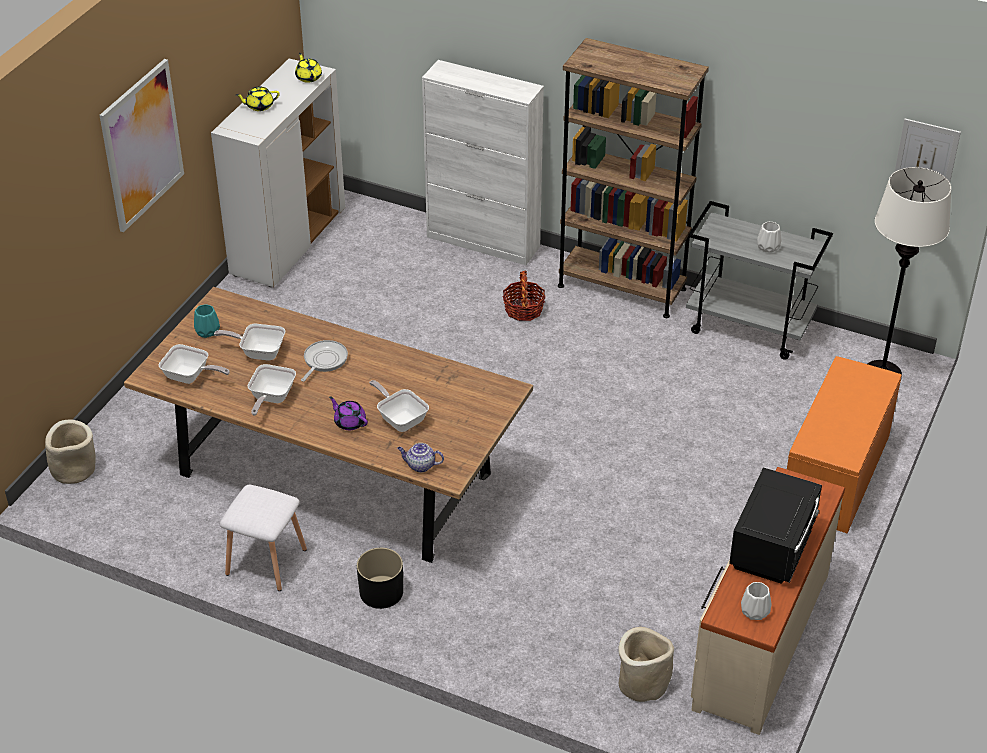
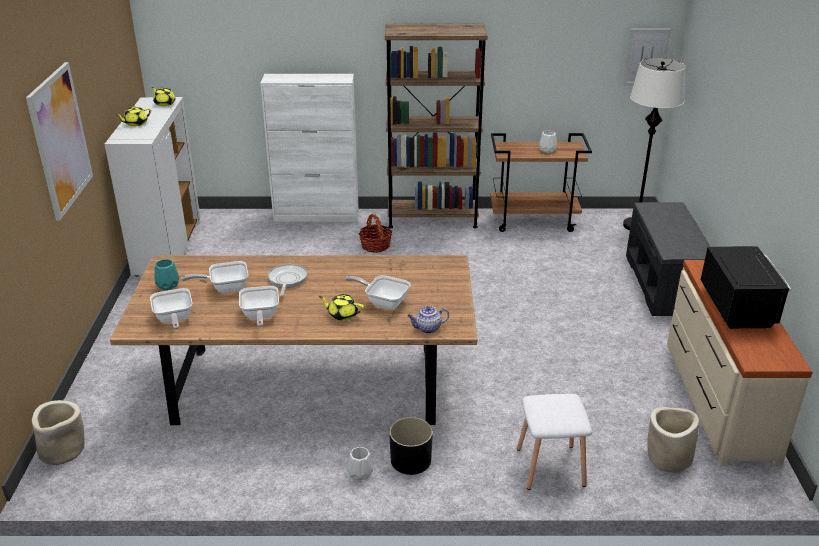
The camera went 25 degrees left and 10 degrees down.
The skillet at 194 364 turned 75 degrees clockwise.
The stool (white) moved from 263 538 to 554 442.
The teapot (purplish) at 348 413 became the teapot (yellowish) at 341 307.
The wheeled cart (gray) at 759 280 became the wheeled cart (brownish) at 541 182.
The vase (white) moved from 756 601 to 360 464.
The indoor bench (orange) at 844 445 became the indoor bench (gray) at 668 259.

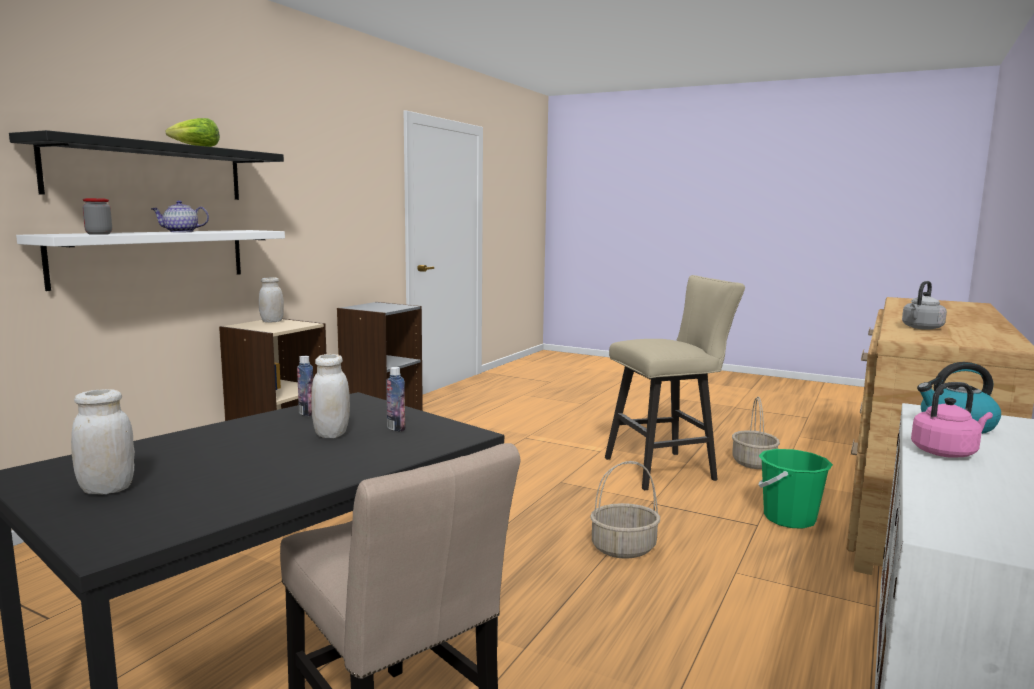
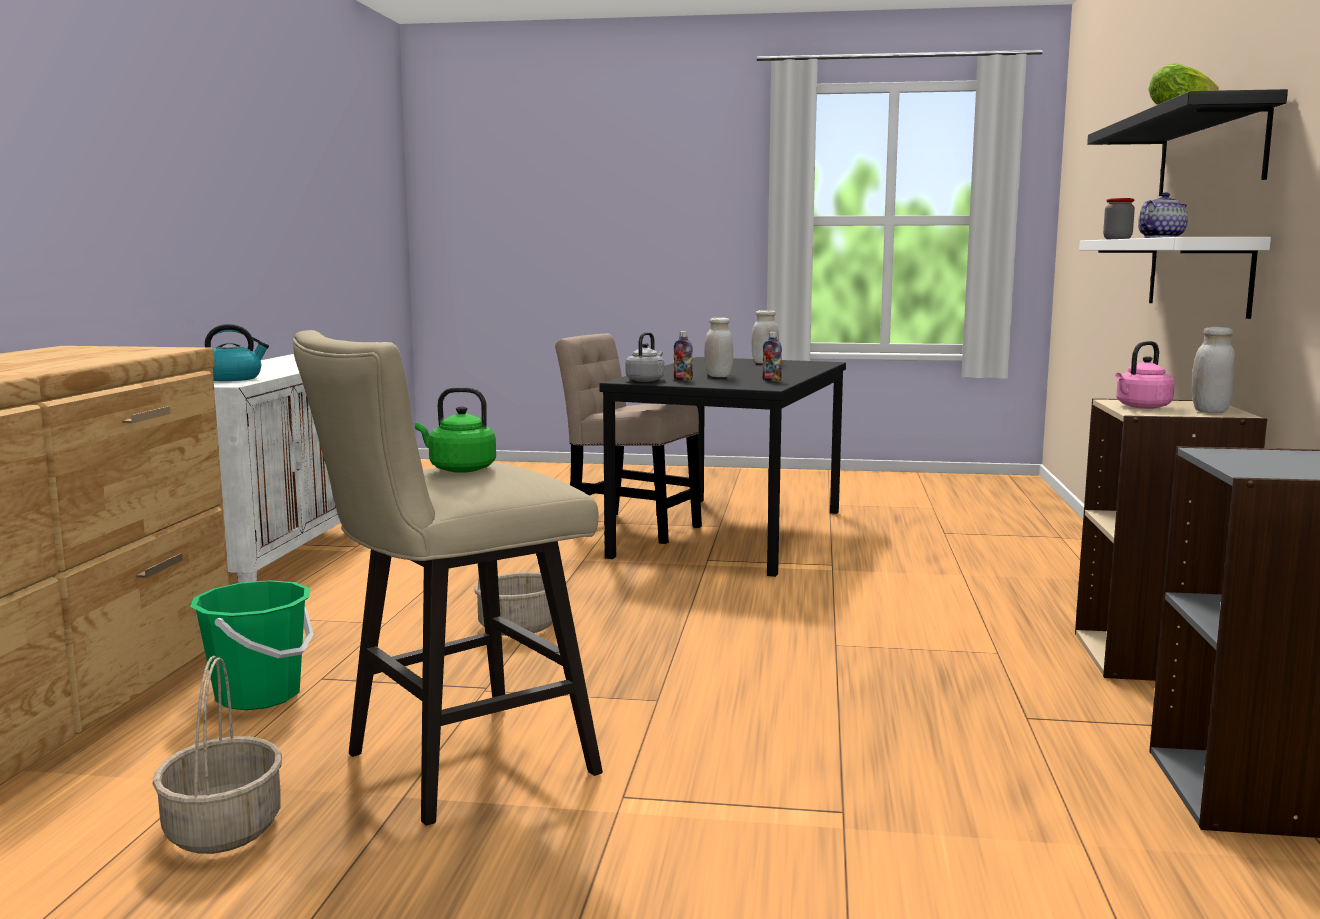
The camera went 160 degrees right and 0 degrees up.
The water kettle (gray) moved from 924 305 to 645 357.
The water kettle (pinkish) moved from 952 419 to 1145 375.
The water kettle (green) at 455 430 appeared.

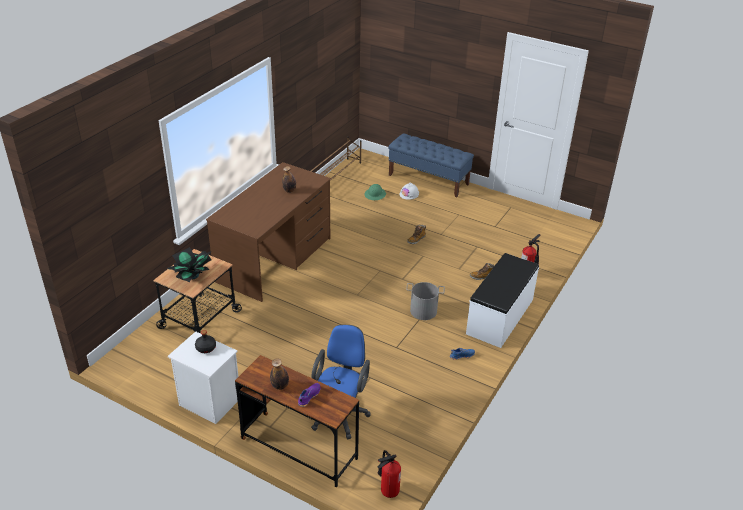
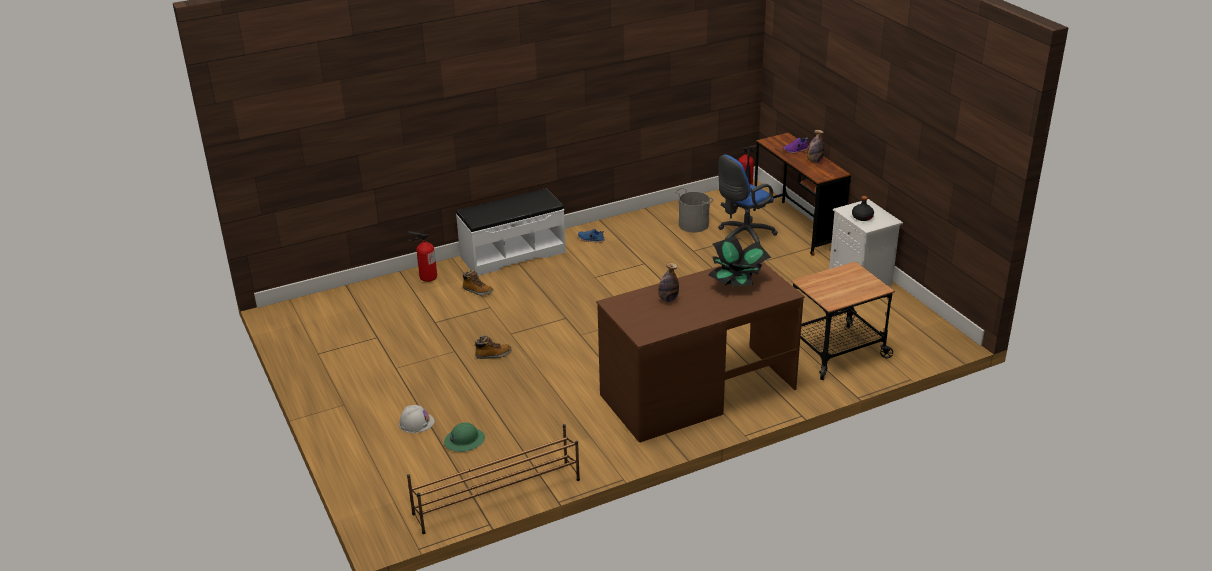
The camera went 145 degrees left and 5 degrees down.
The potted plant moved from 190 264 to 739 261.
The indoor bench (blue-coloured) at 431 165 disappeared.
The water bucket (gray) moved from 425 301 to 694 210.

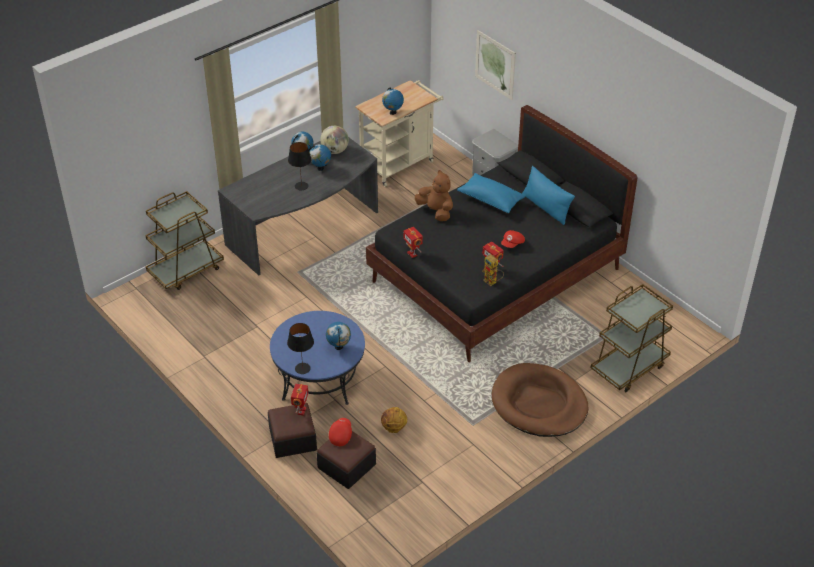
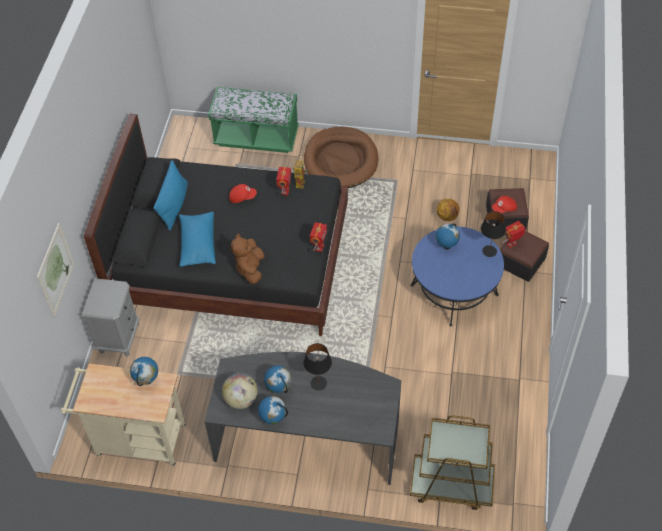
The camera went 130 degrees left and 10 degrees up.
The wheeled cart (brownish) at 631 338 was replaced by the indoor bench (green) at 253 120.

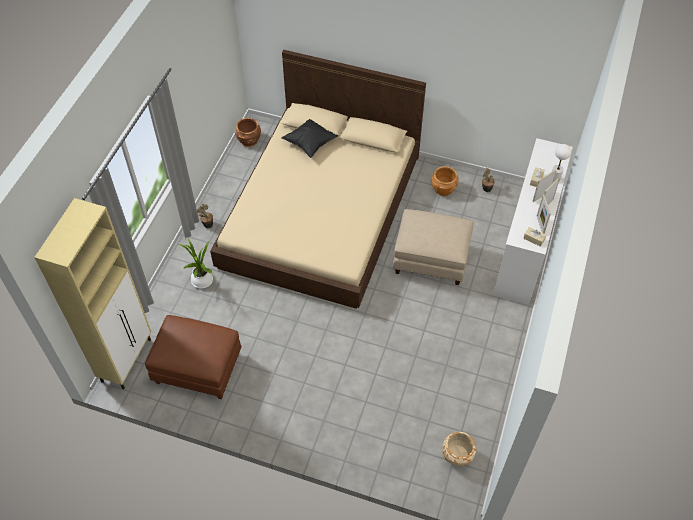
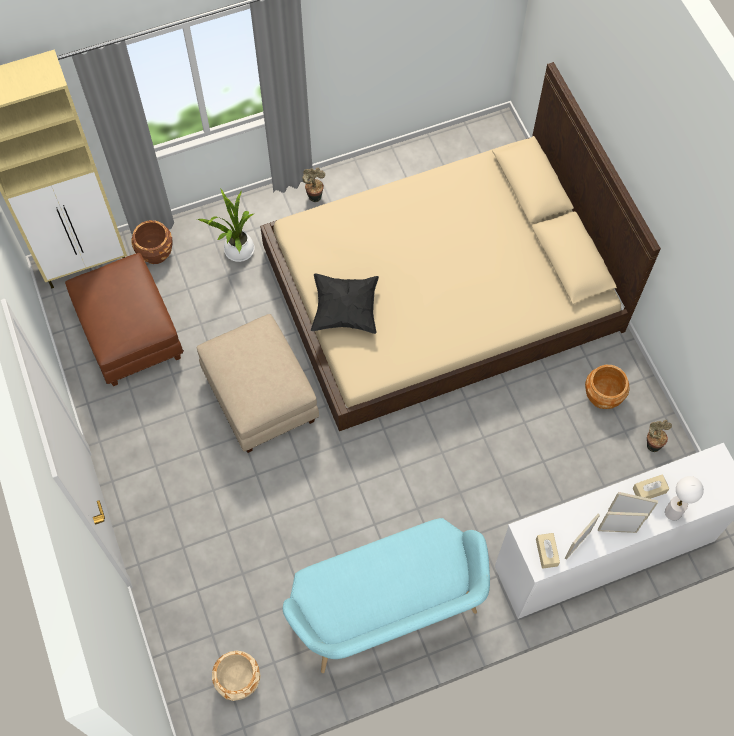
The camera went 50 degrees right and 10 degrees up.
The plant pot (brownish) moved from 248 132 to 151 242.
The pillow (black-coloured) moved from 310 138 to 345 304.
The footrest (beige-coloured) moved from 433 247 to 257 383.
The indoor bench (blue-green) at 386 595 appeared.

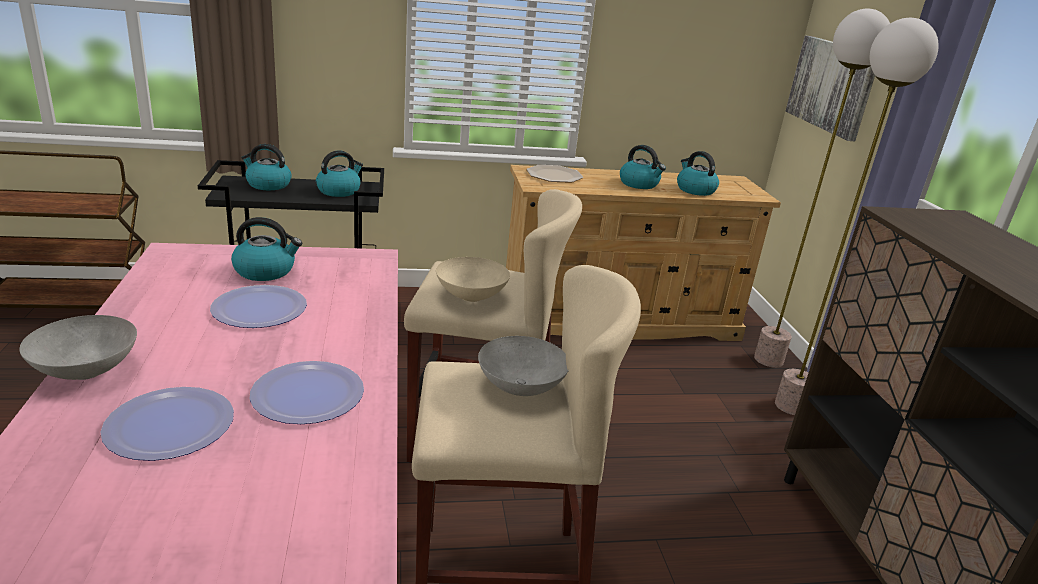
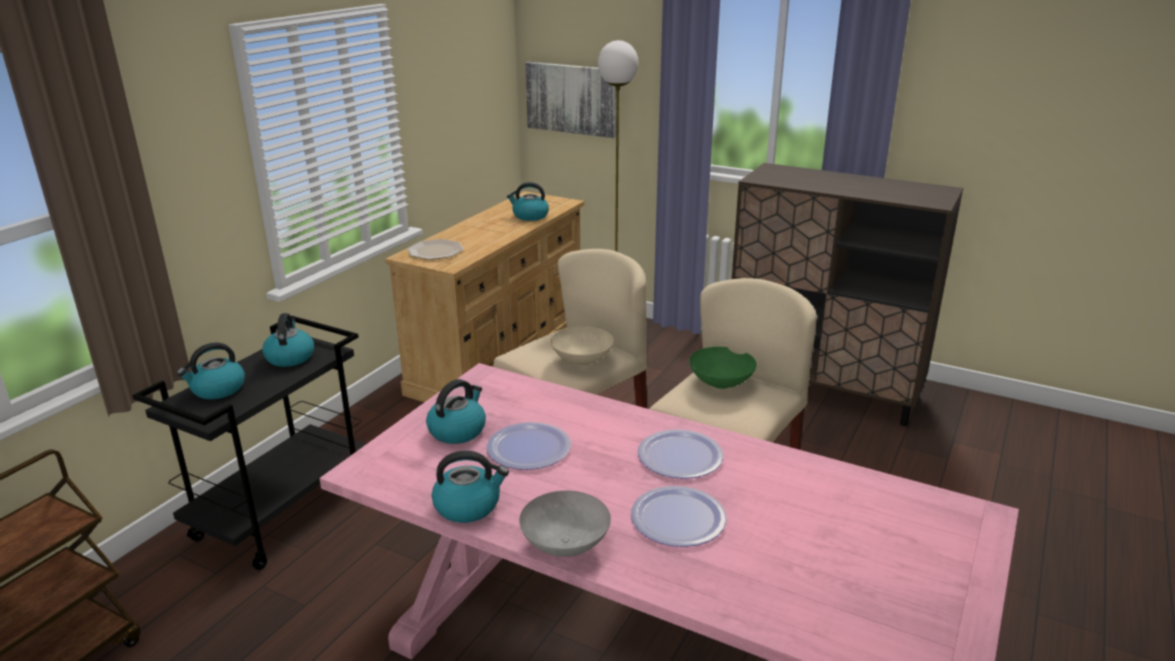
The camera went 50 degrees left and 0 degrees up.
The deep dish (gray) at 523 366 became the deep dish (green) at 723 368.
The water kettle moved from 643 167 to 470 487.
The standard lamp at 857 216 disappeared.

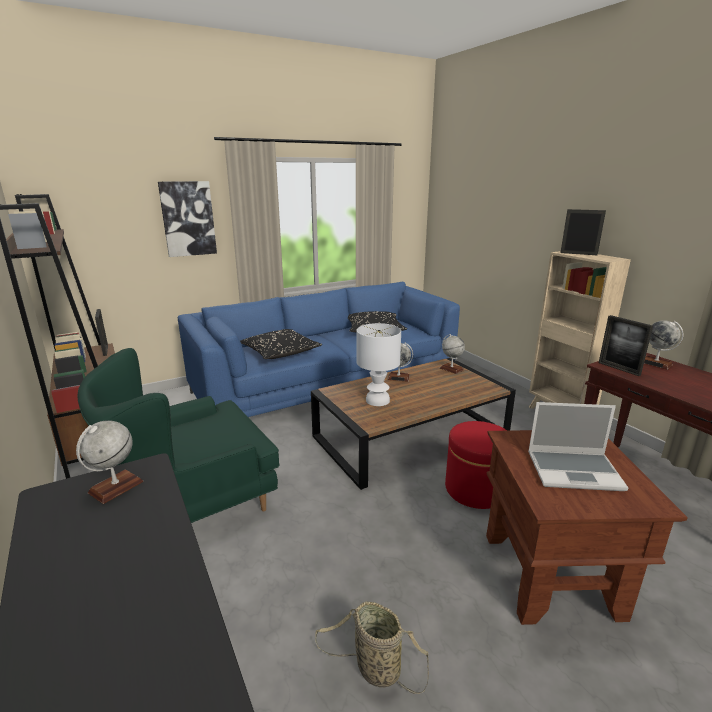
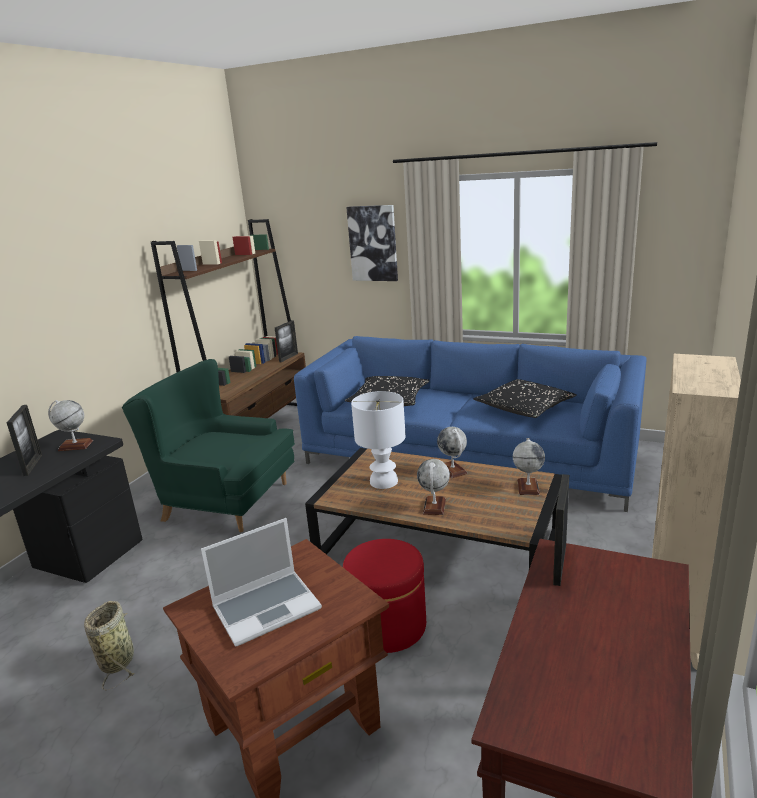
The camera went 55 degrees right and 0 degrees up.
The laptop at 578 446 turned 90 degrees counterclockwise.
The standing frame moved from 583 232 to 24 440.
The world globe moved from 664 345 to 433 487.

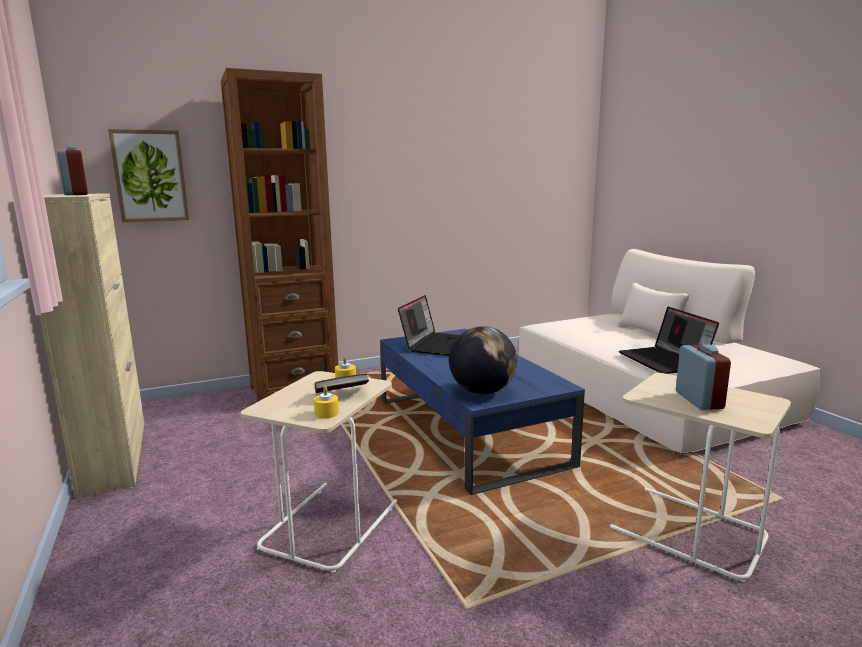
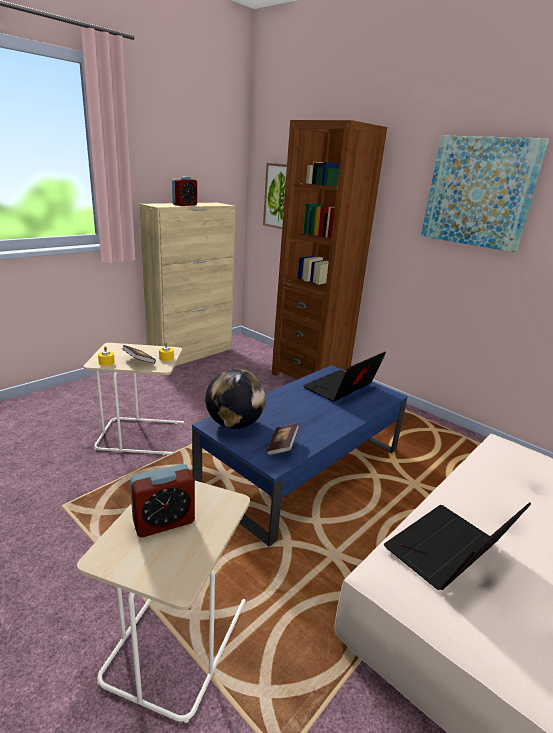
The camera went 65 degrees right and 10 degrees up.
The laptop at 429 325 turned 135 degrees clockwise.
The volume at 282 439 appeared.
The picture at 485 193 appeared.

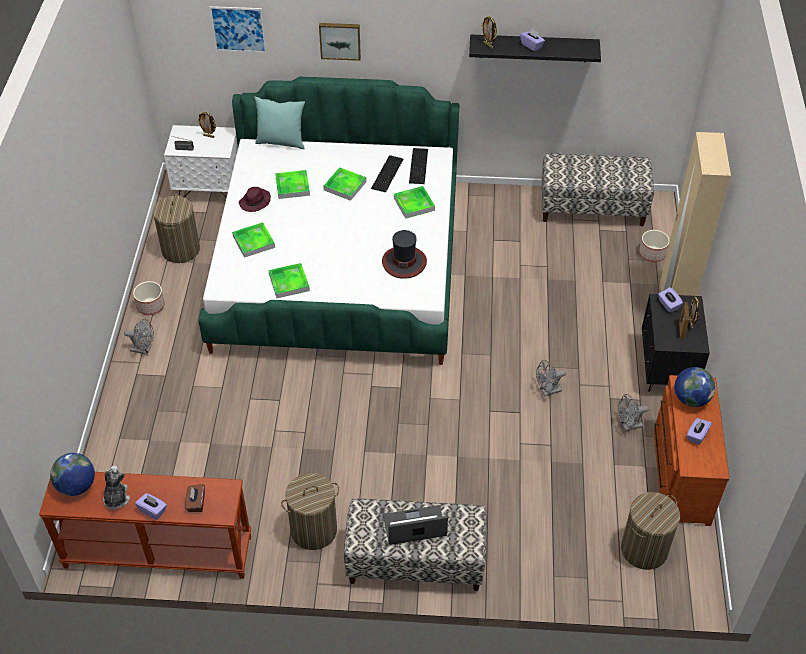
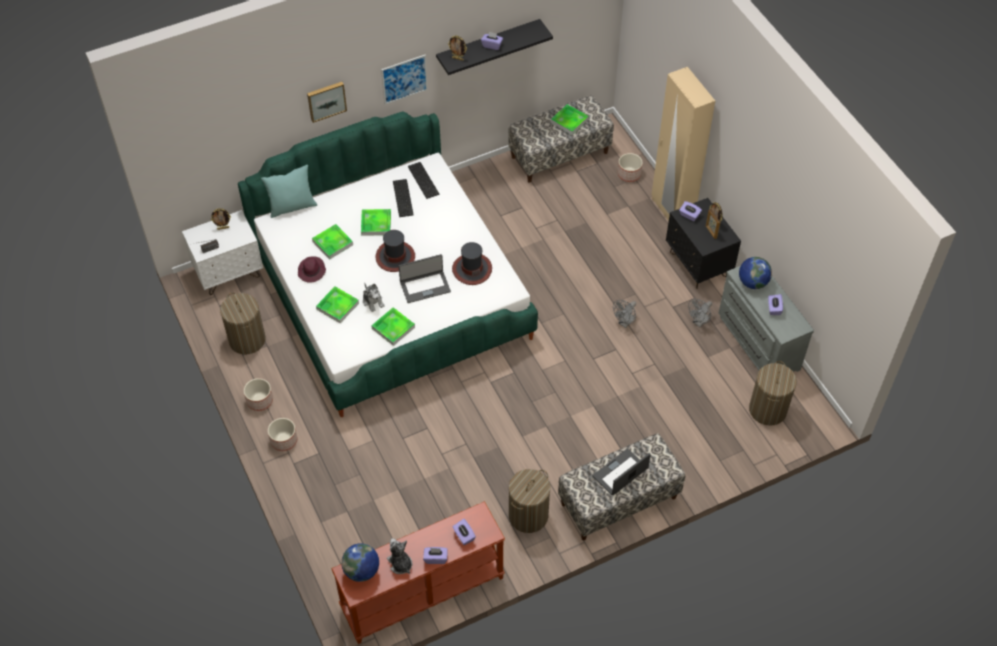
The camera went 30 degrees left and 5 degrees up.
The fan (gray) at 139 337 was replaced by the plant pot at 282 434.
The tissue box (brownish) at 195 498 became the tissue box (purplish) at 464 532.
The picture moved from 238 29 to 404 80.
The serving tray moved from 414 202 to 570 119.
The dresser (brownish) at 692 450 became the dresser (gray) at 766 319.
The cuddly toy at 373 297 appeared.
The clothing hat at 395 251 appeared.
The laptop at 425 278 appeared.

